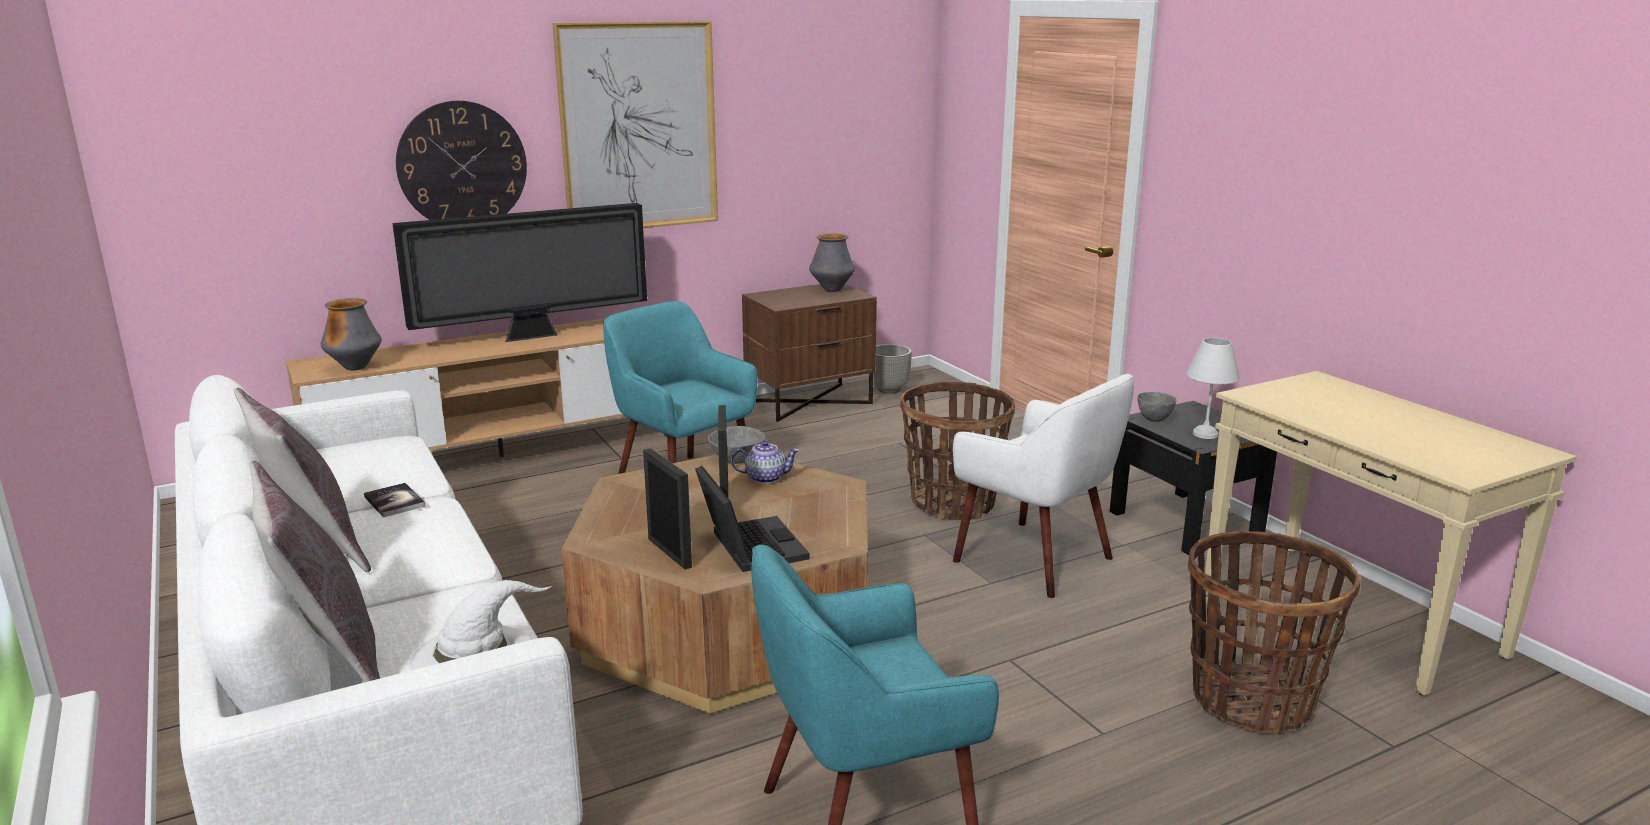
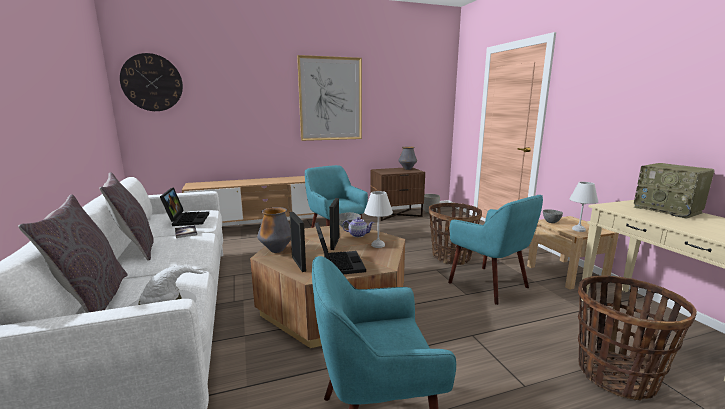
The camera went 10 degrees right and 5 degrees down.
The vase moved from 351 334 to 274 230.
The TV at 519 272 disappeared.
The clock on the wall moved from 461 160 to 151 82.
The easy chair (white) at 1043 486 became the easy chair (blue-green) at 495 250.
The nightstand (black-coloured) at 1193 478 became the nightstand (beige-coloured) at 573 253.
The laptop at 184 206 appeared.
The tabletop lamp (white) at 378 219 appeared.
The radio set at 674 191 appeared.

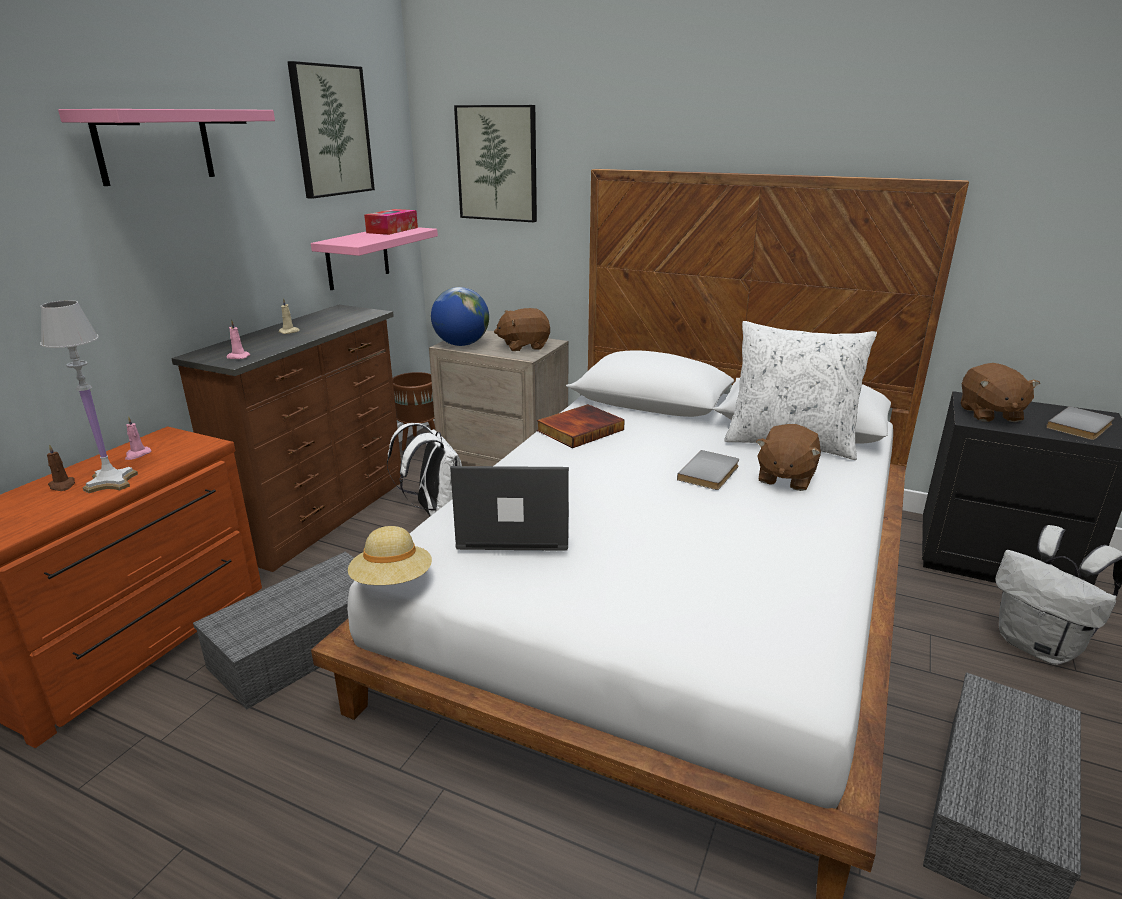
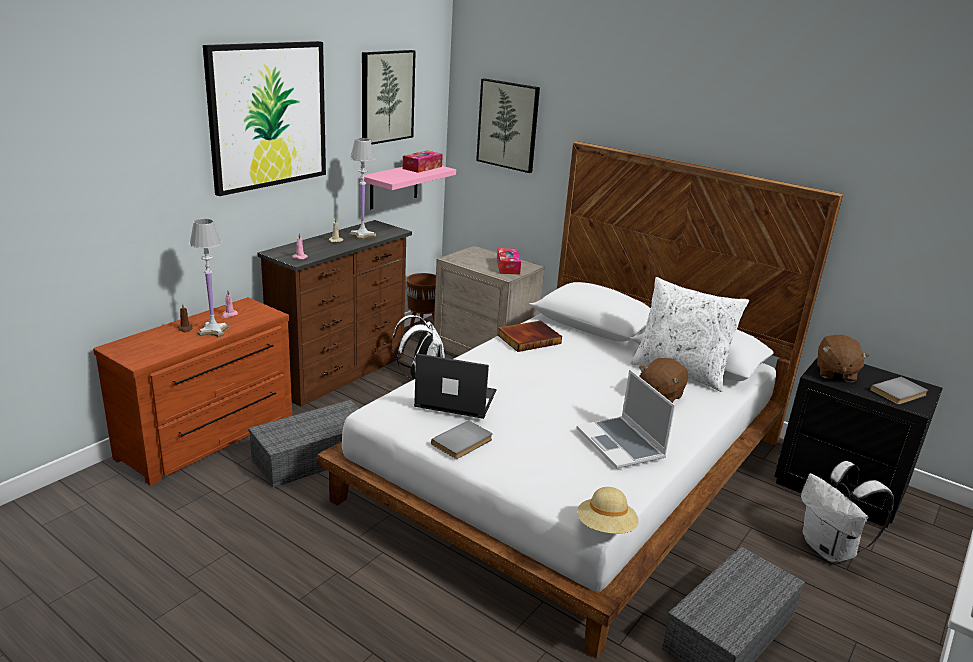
The camera went 10 degrees right and 0 degrees up.
The wall shelf (pinkish) at 166 147 was replaced by the picture at 264 118.
The clothing hat (beige-coloured) moved from 390 555 to 608 510.
The world globe at 460 316 disappeared.
The cuddly toy (brownish) at 522 329 was replaced by the tissue box at 509 261.
The volume (gray) moved from 708 470 to 462 439.
The tabletop lamp (white) at 362 189 appeared.
The laptop at 625 419 appeared.

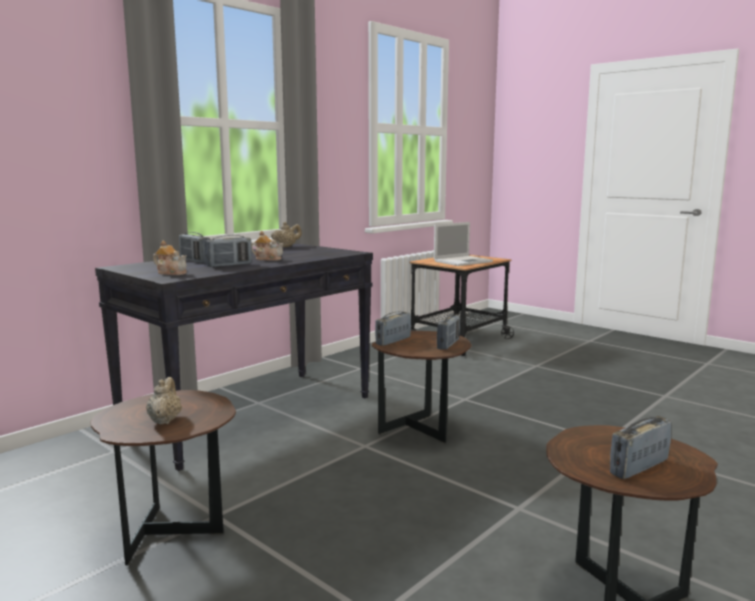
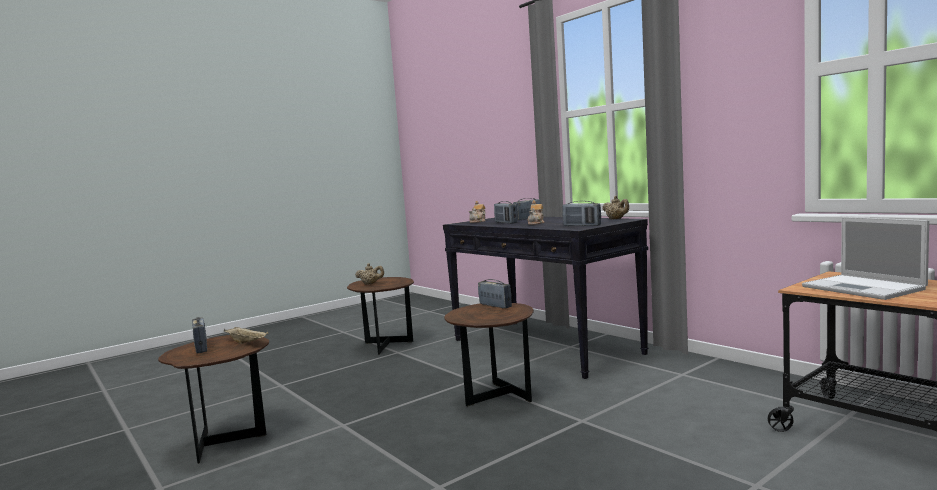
The camera went 100 degrees right and 5 degrees down.
The radio set moved from 448 332 to 582 213.
The serving tray (beige-coloured) at 246 335 appeared.

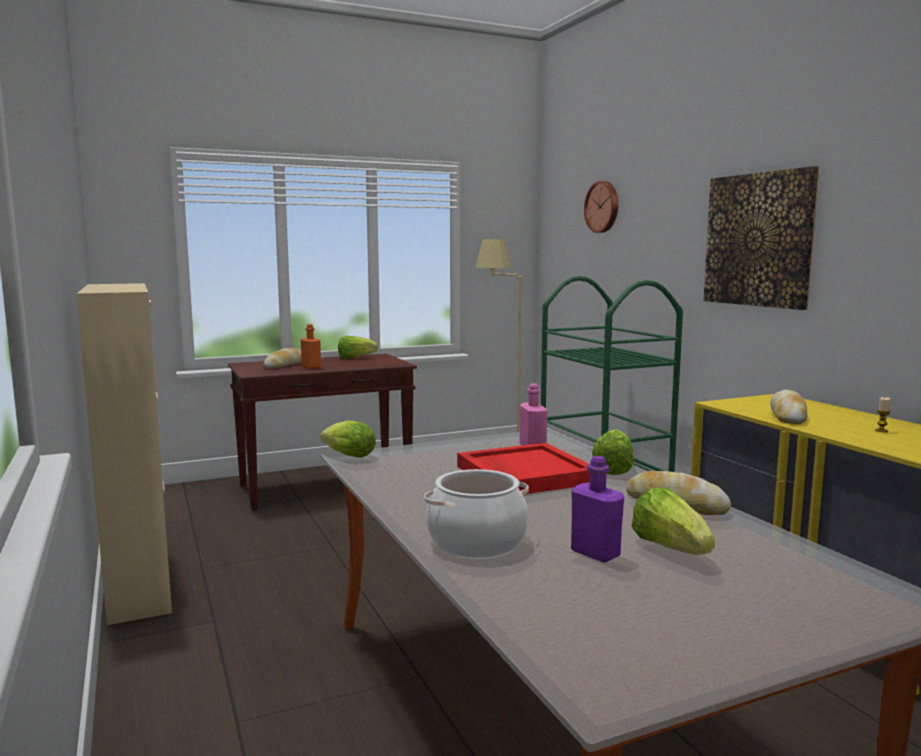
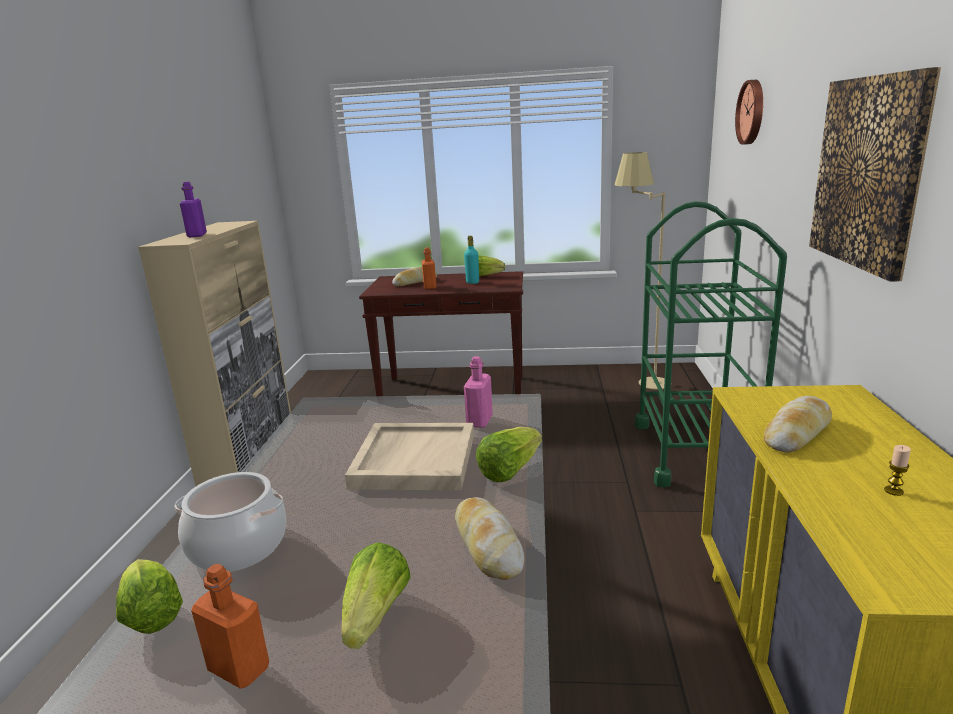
The camera went 30 degrees right and 10 degrees up.
The head of lettuce moved from 348 439 to 149 596.
The serving tray (red) at 523 468 became the serving tray (beige-coloured) at 409 456.
The bottle (purplish) moved from 597 509 to 193 210.
The bottle (orange) at 230 626 appeared.
The bottle (blue-green) at 471 260 appeared.

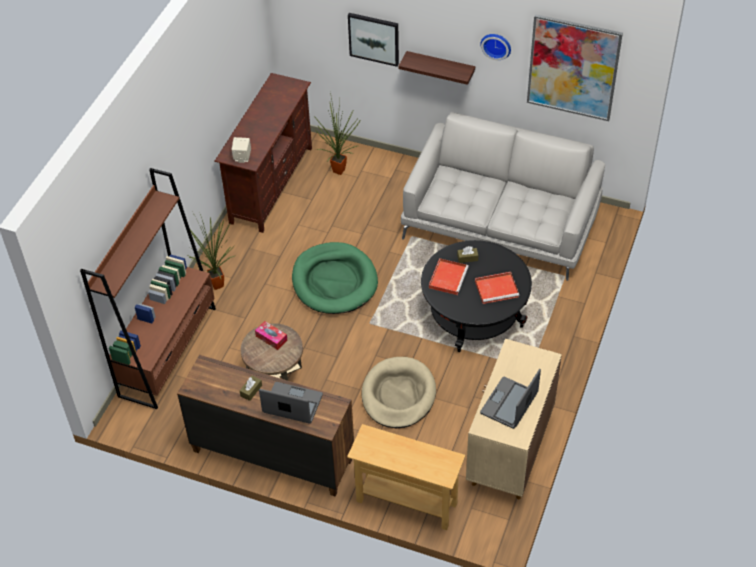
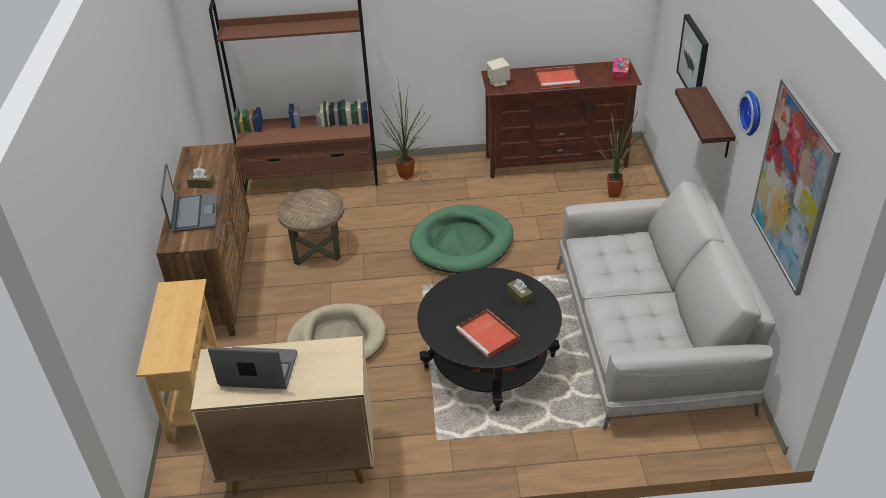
The camera went 65 degrees right and 10 degrees down.
The tissue box moved from 271 335 to 620 70.
The serving tray (red) moved from 449 276 to 557 77.

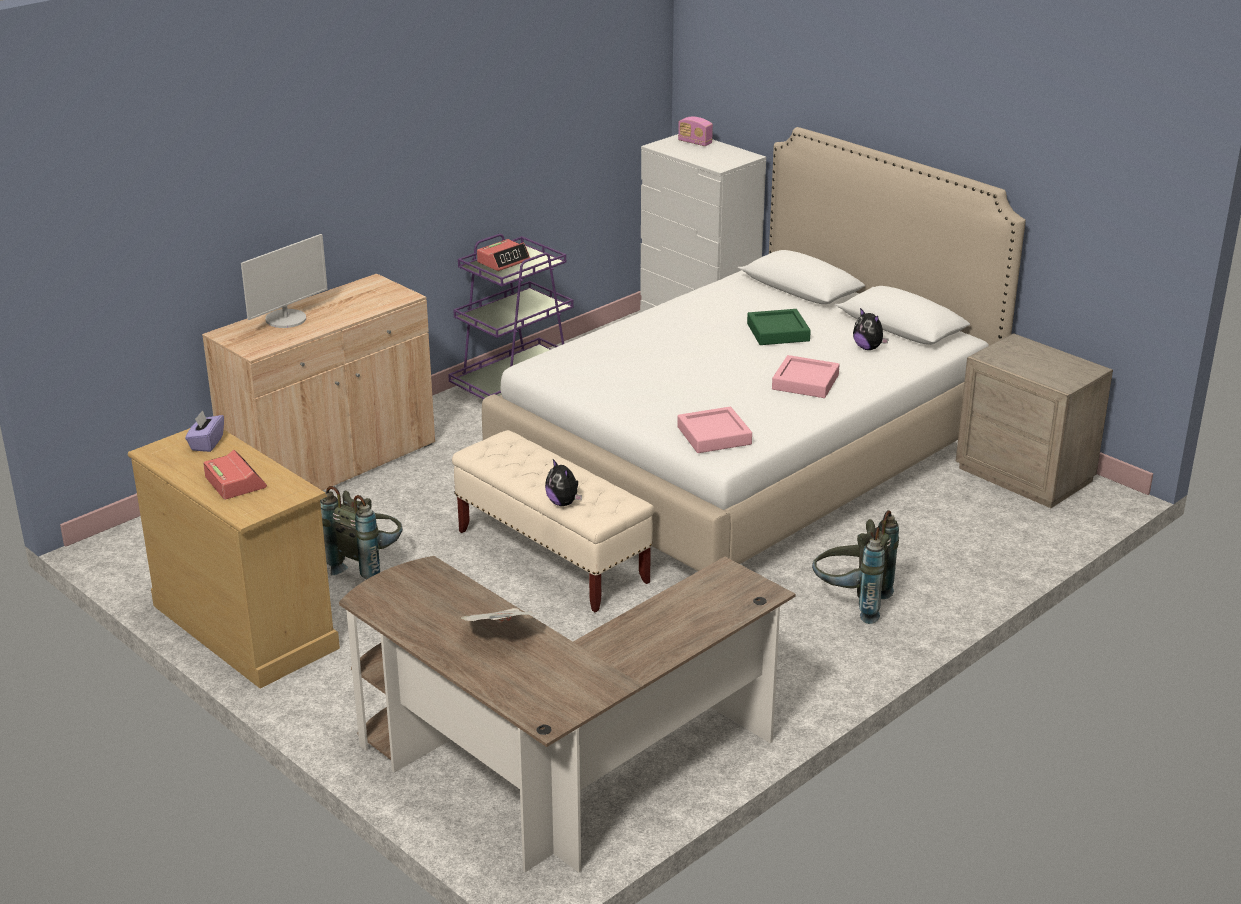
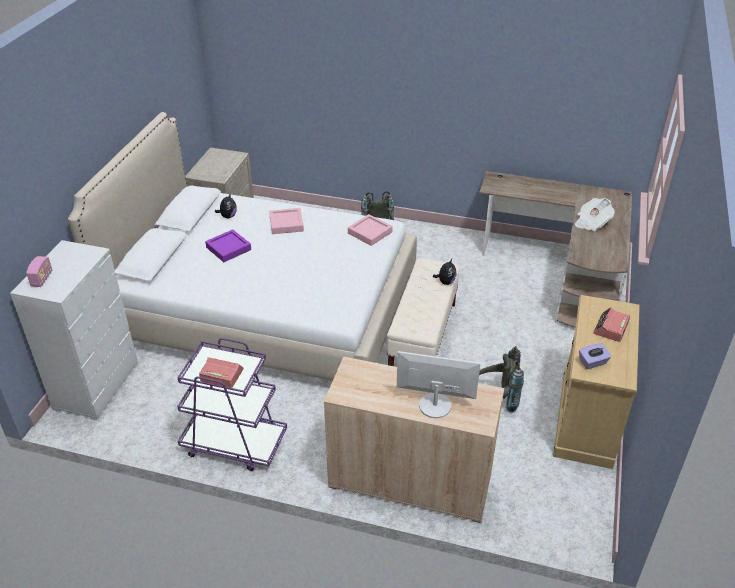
The camera went 120 degrees left and 10 degrees up.
The serving tray (green) at 779 327 became the serving tray (purplish) at 228 245.

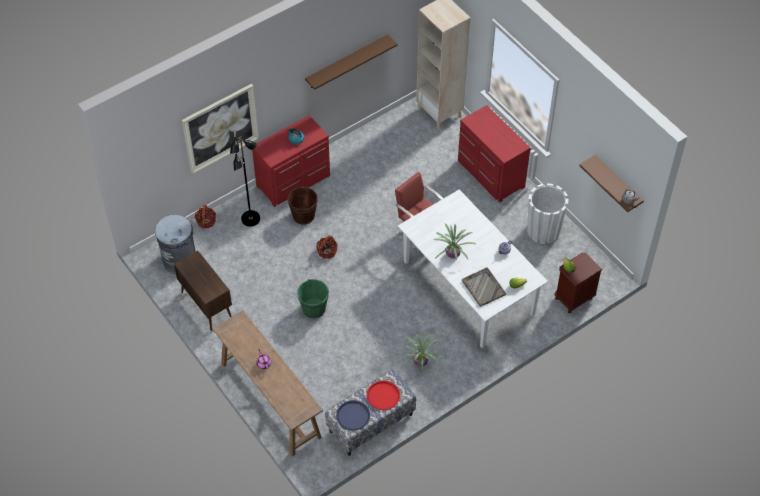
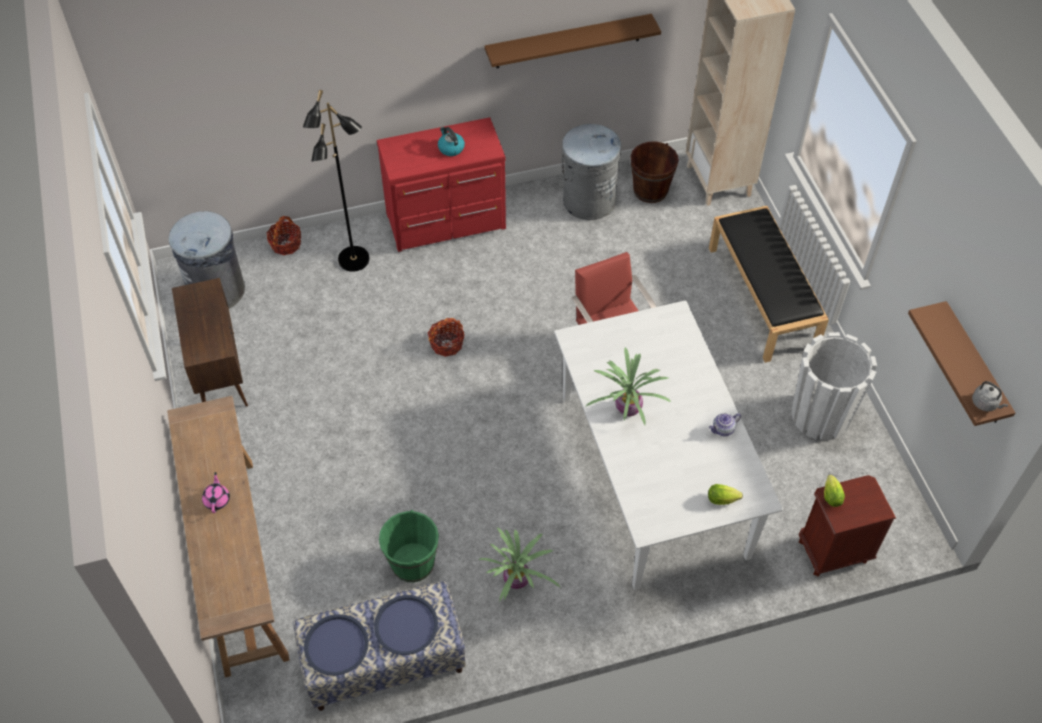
The camera went 20 degrees right and 0 degrees up.
The picture at 220 129 disappeared.
The water bucket (brownish) moved from 303 205 to 655 172.
The water bucket (green) moved from 313 298 to 409 546.
The serving tray (red) at 383 395 became the serving tray (blue-coloured) at 406 625.
The dresser (red) at 494 154 was replaced by the indoor bench (black-coloured) at 769 284.
The serving tray (gray) at 484 287 disappeared.
The trash can (gray) at 591 172 appeared.

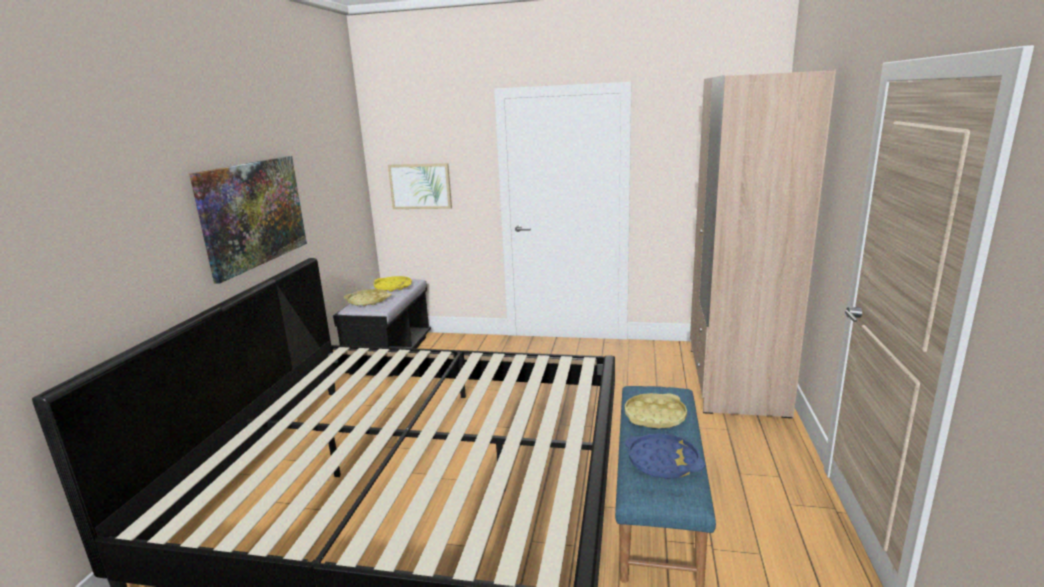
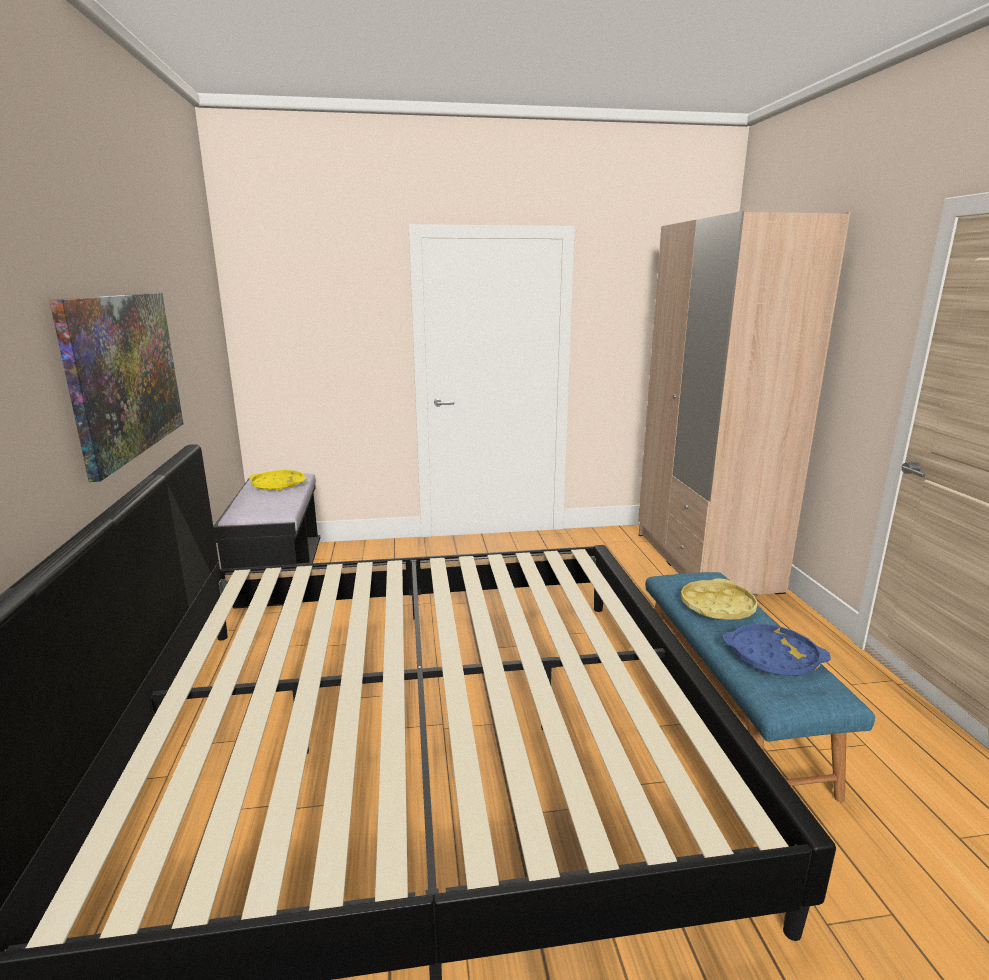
The camera went 20 degrees left and 0 degrees up.
The serving tray (yellowish) at 368 297 disappeared.
The picture at 420 186 disappeared.

